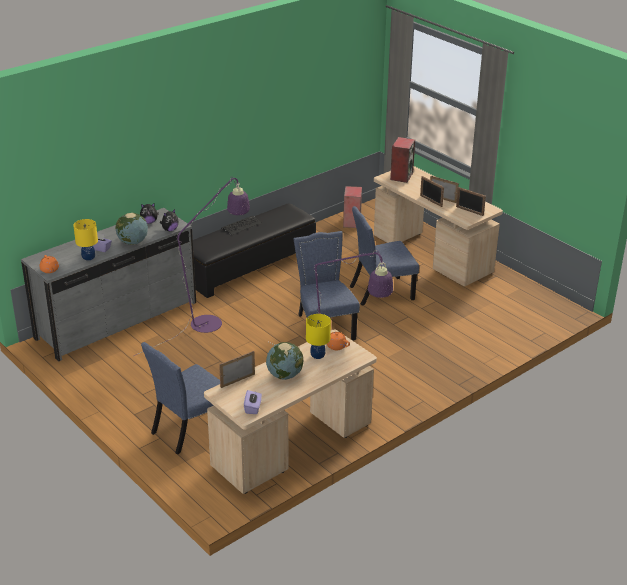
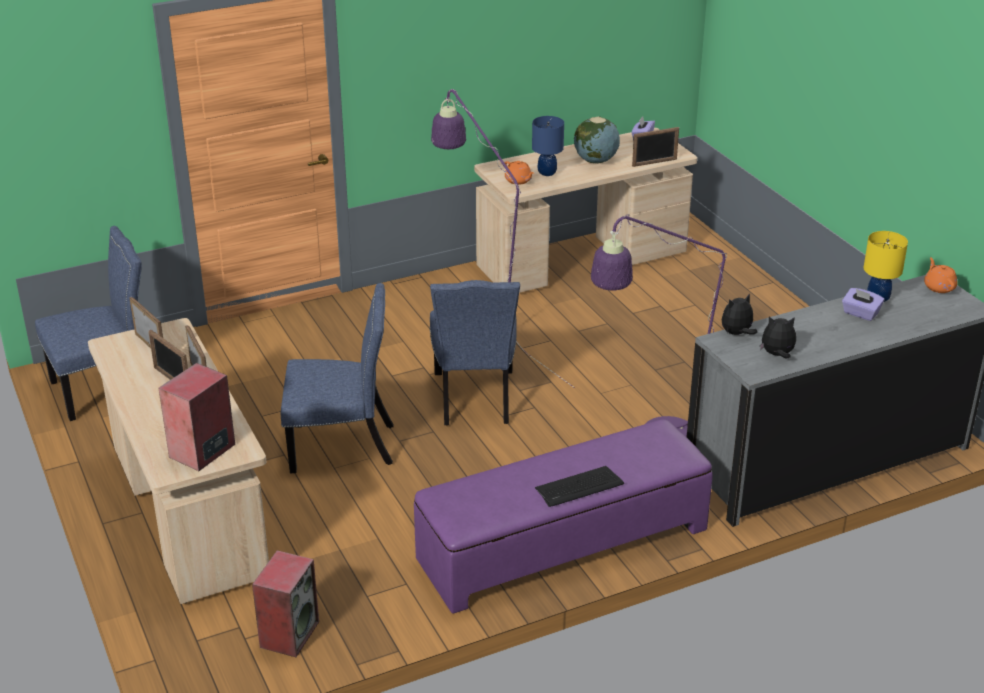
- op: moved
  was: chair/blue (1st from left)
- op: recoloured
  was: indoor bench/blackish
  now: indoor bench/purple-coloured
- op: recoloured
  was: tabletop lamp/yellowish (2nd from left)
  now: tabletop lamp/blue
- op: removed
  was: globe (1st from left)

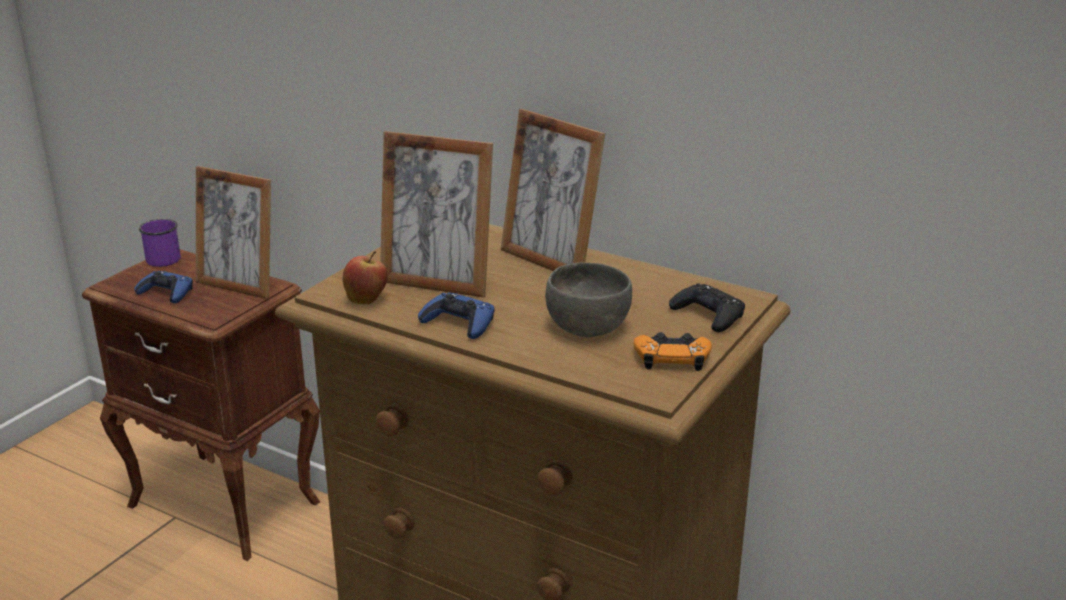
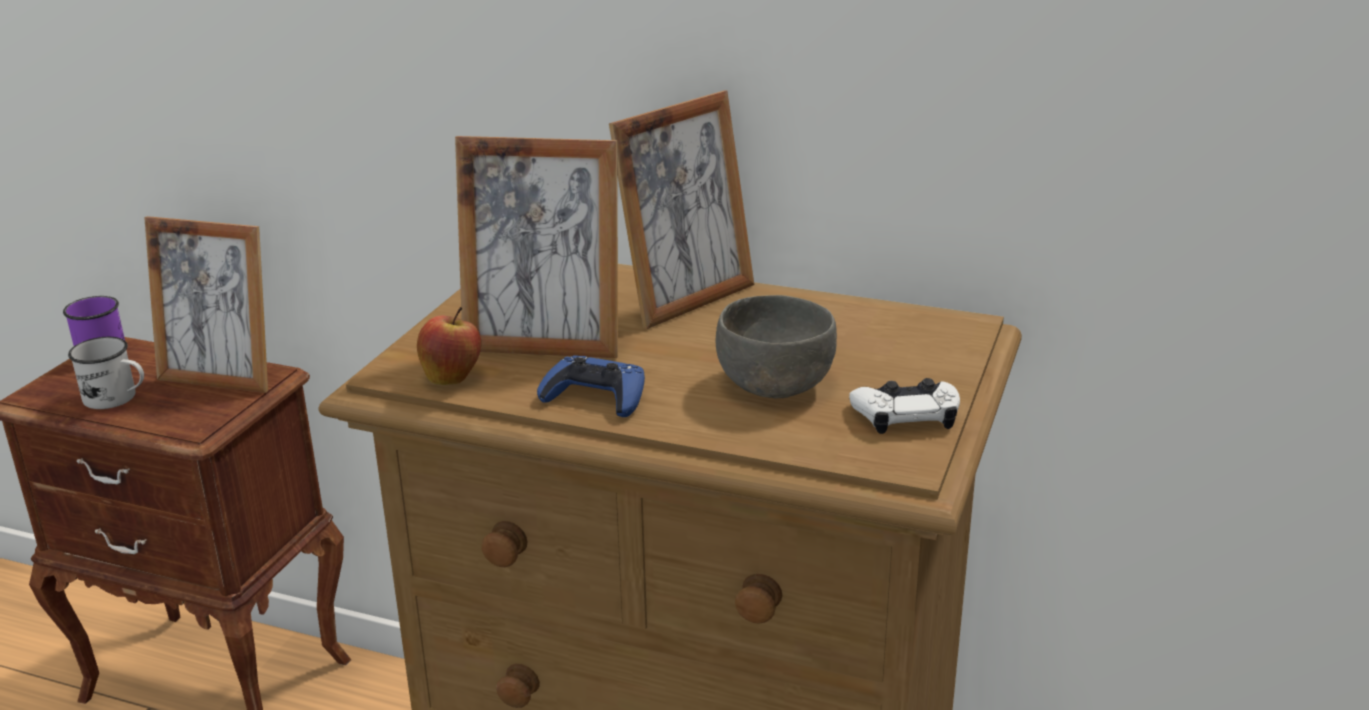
- op: replaced
  was: gamepad/blue (1st from left)
  now: coffee mug/white-coloured
- op: turned
  was: picture frame (3rd from left)
  clockwise: -75
- op: recoloured
  was: gamepad/orangey
  now: gamepad/white-coloured
- op: removed
  was: gamepad/blackish

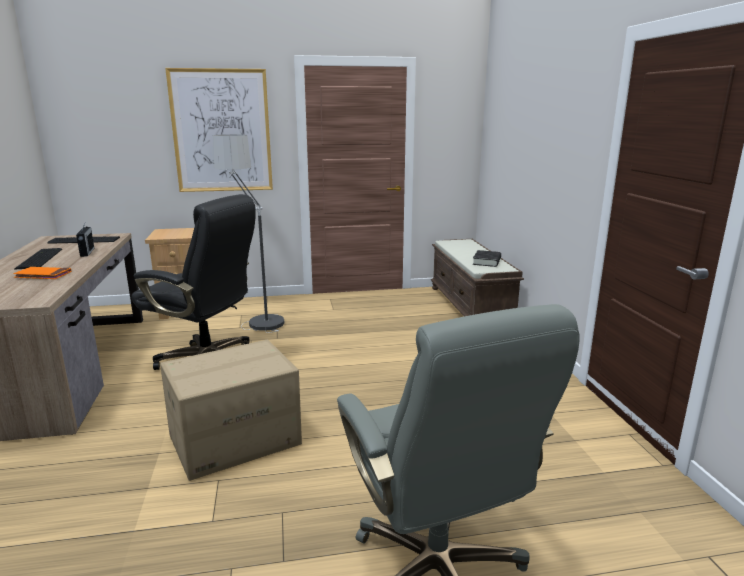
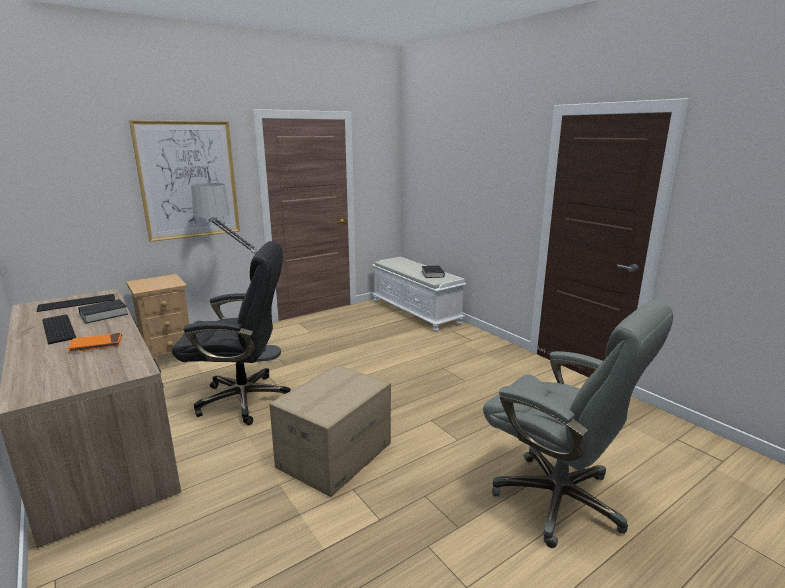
- op: replaced
  was: radio
  now: bound book/blackish (1st from left)
- op: recoloured
  was: indoor bench/brown
  now: indoor bench/white-coloured

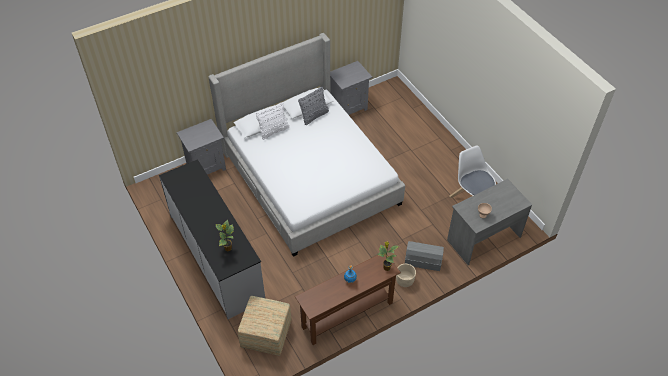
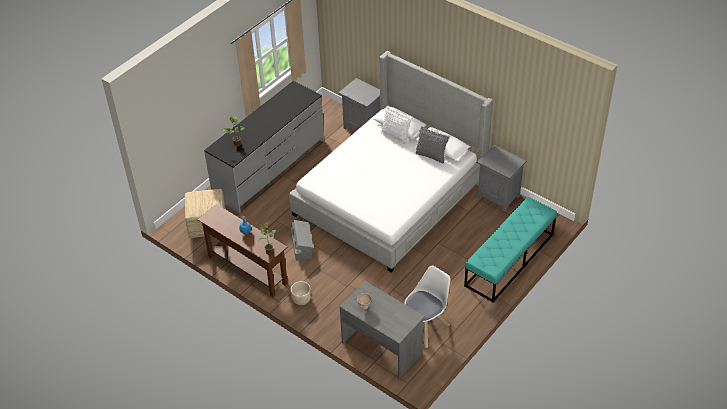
- op: moved
  was: storage bin/greyish
- op: added
  now: indoor bench/blue-green

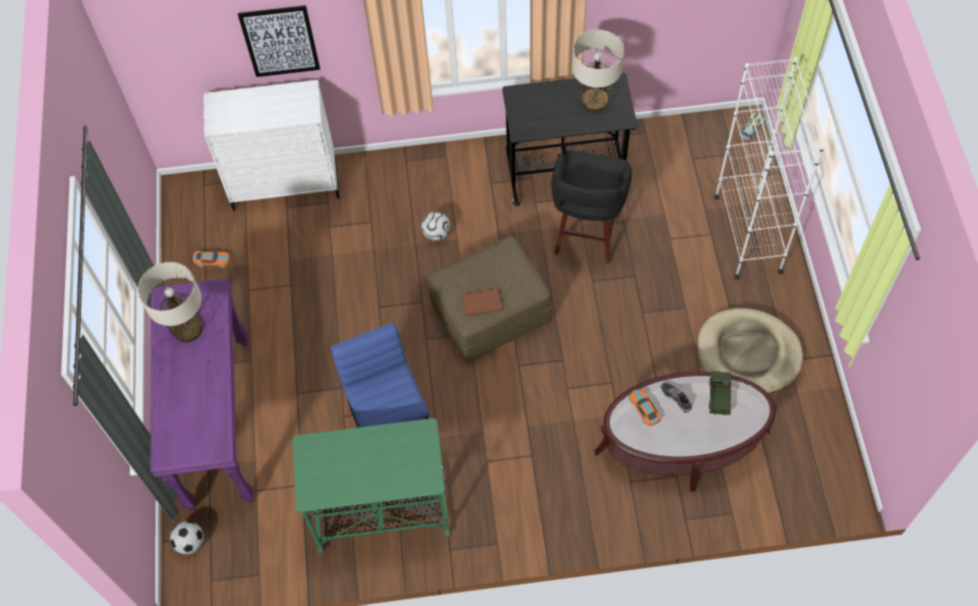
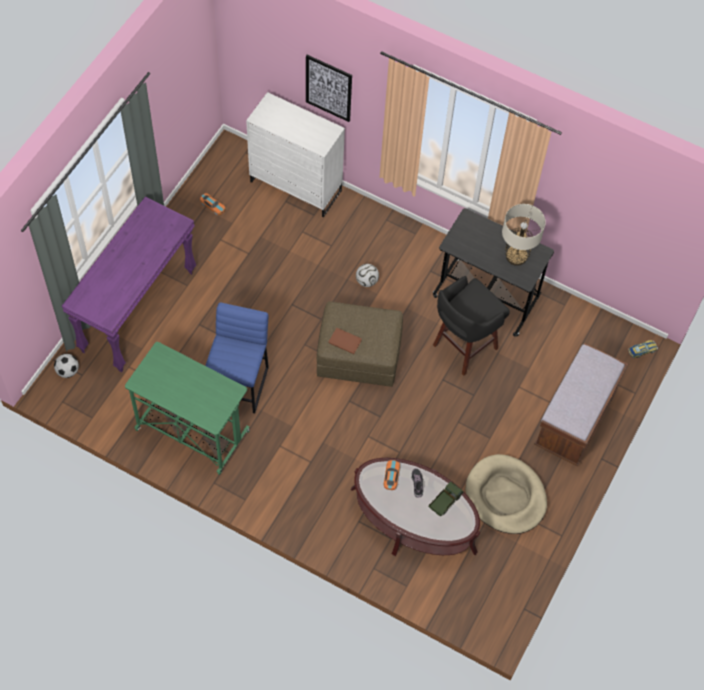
- op: replaced
  was: bookcase/white-coloured
  now: indoor bench/brown
- op: removed
  was: tabletop lamp (1st from left)

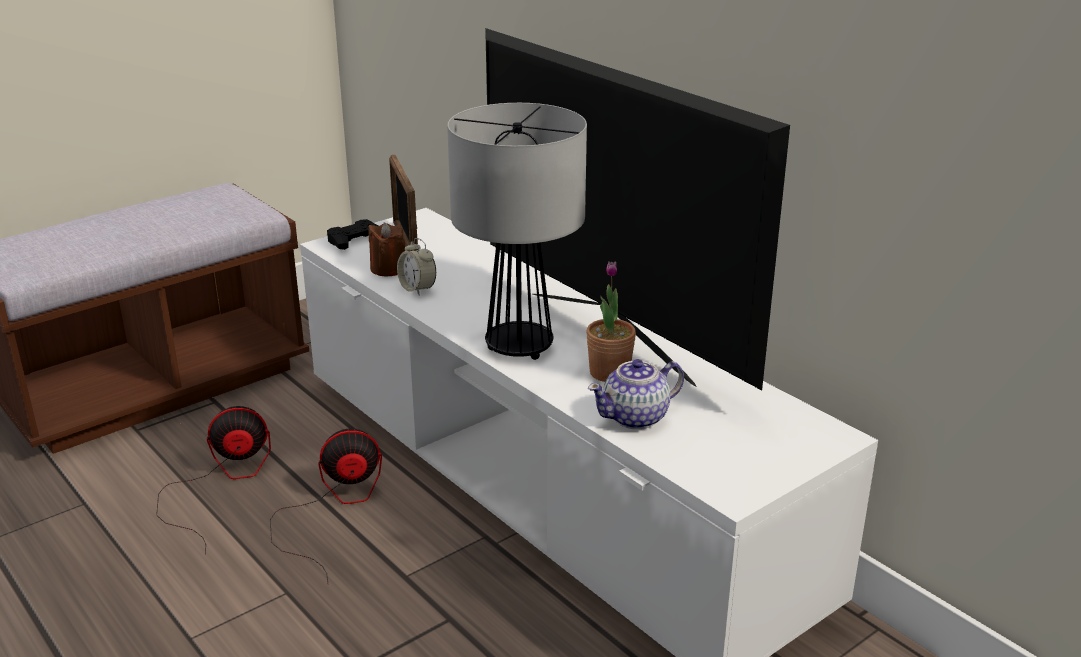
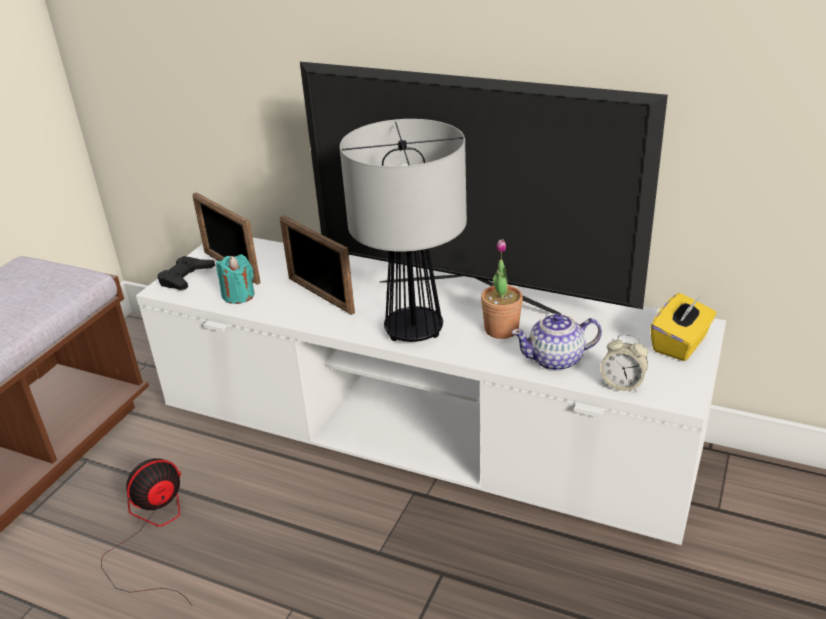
- op: recoloured
  was: wax candle/brown
  now: wax candle/blue-green
- op: added
  now: picture frame (2nd from left)
- op: turned
  was: teapot
  clockwise: 45
- op: moved
  was: alarm clock
- op: added
  now: tissue holder/yellowish
- op: removed
  was: electric fan (2nd from left)

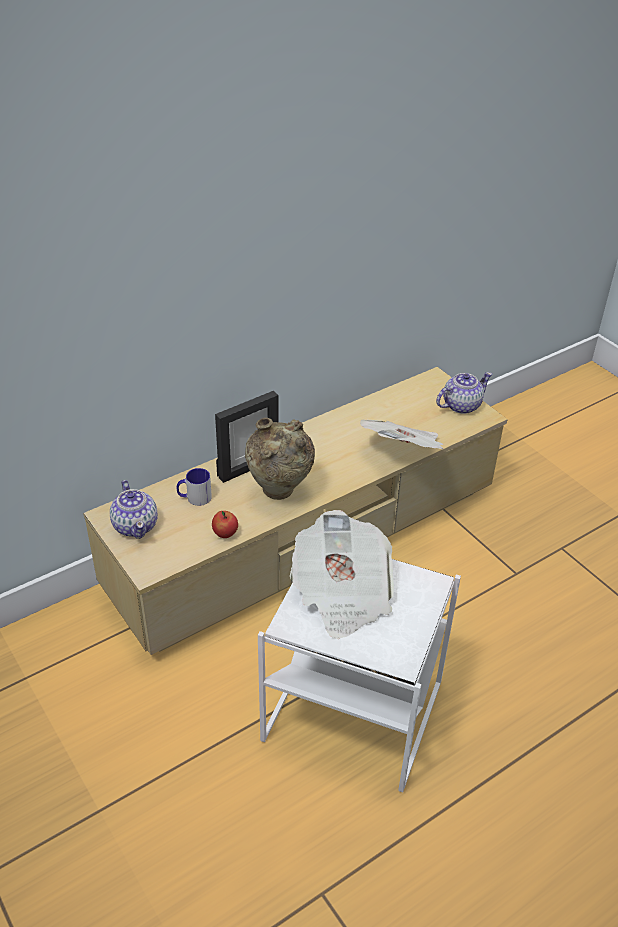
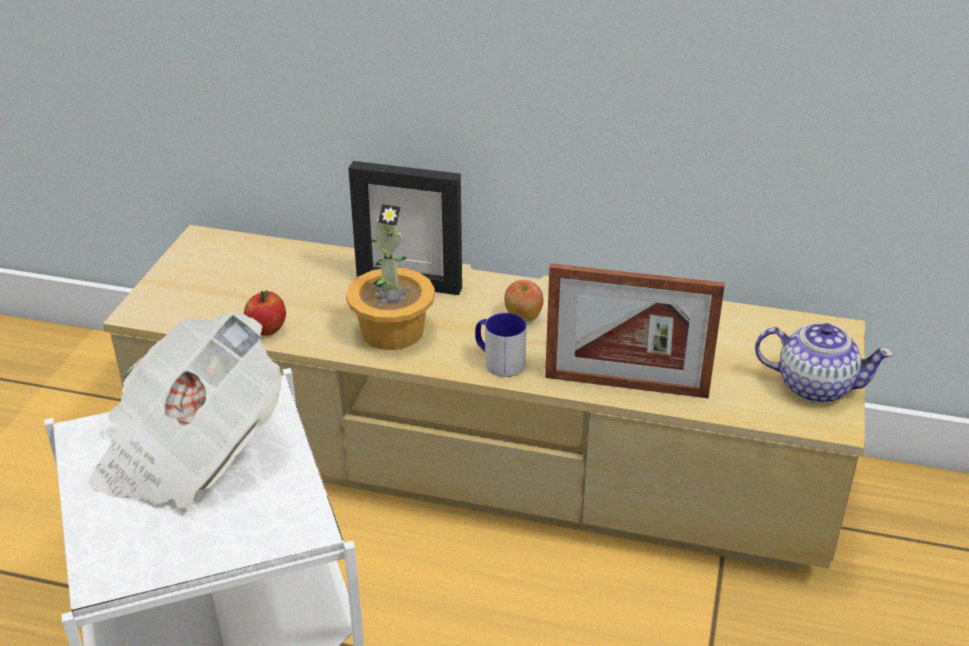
- op: replaced
  was: flower vase/sand-coloured
  now: plant in a pot
- op: moved
  was: coffee mug
- op: added
  now: apple fruit (2nd from left)
- op: replaced
  was: newspaper (2nd from left)
  now: picture frame (2nd from left)
- op: removed
  was: teapot (1st from left)

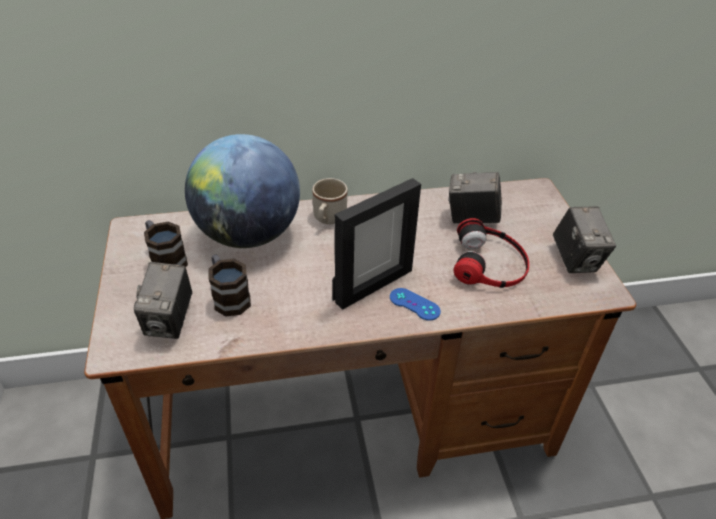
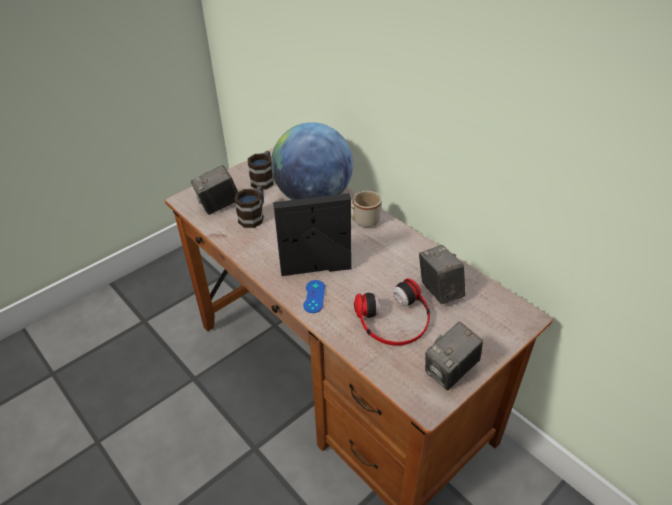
- op: turned
  was: picture frame
  clockwise: 150

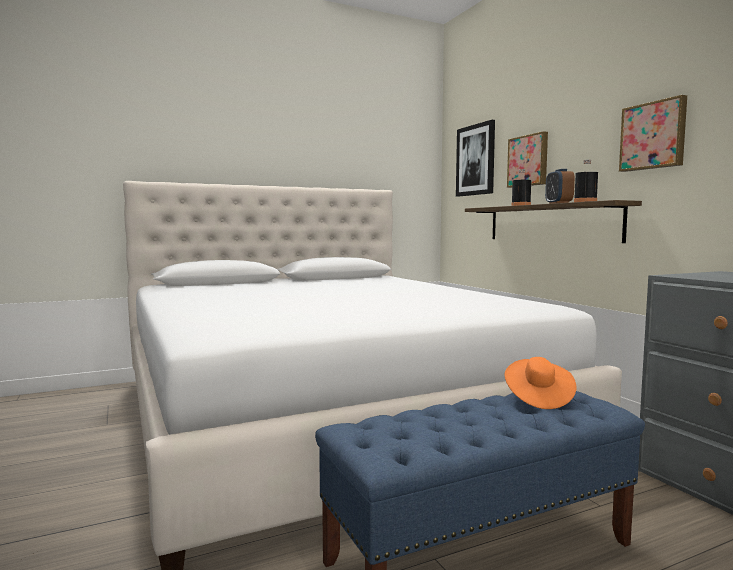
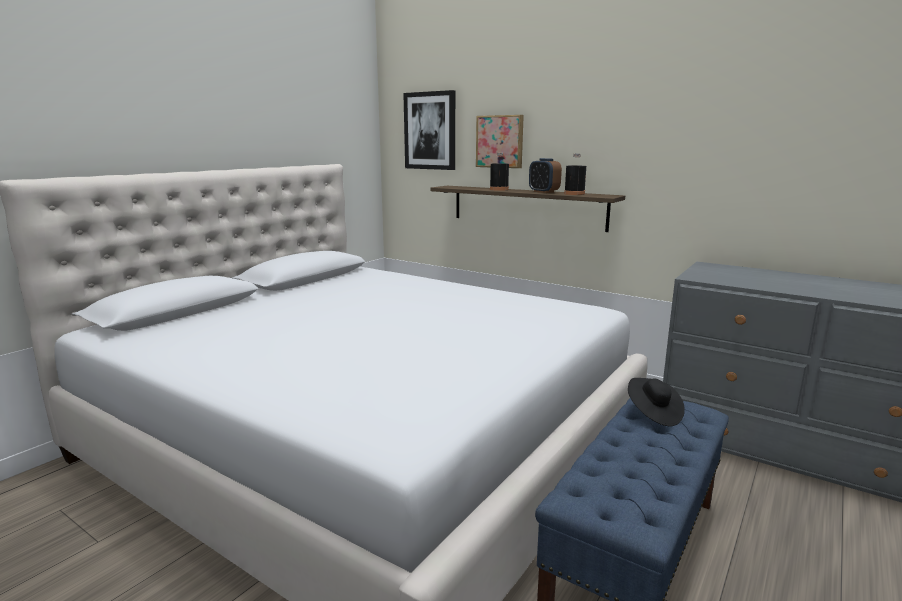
- op: recoloured
  was: clothing hat/orangey
  now: clothing hat/blackish
- op: removed
  was: wall picture (3rd from left)

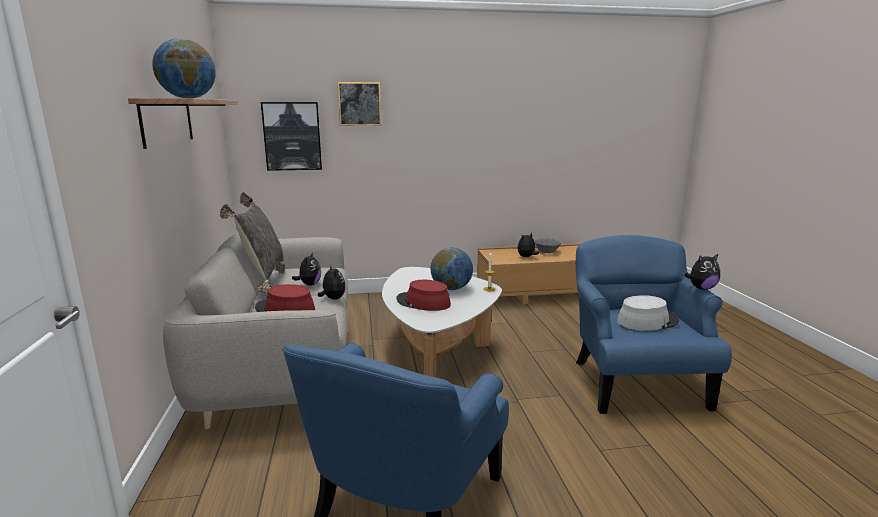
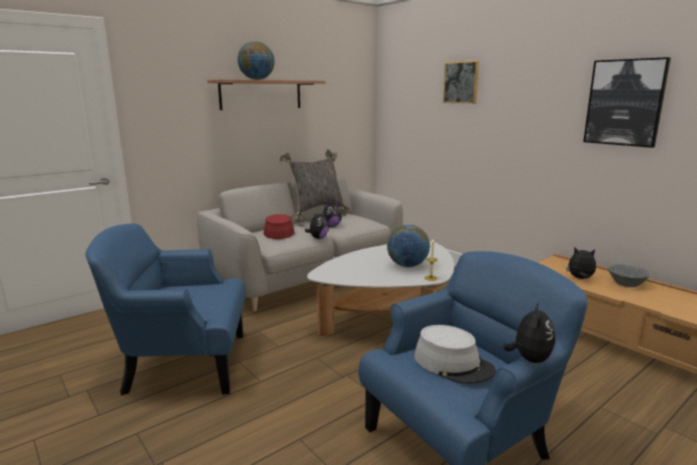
- op: turned
  was: soft toy (4th from left in the first image)
  clockwise: -120
- op: moved
  was: wall picture (1st from left in the first image)
  now: wall picture (2nd from left)
- op: removed
  was: clothing hat/reddish (2nd from left)

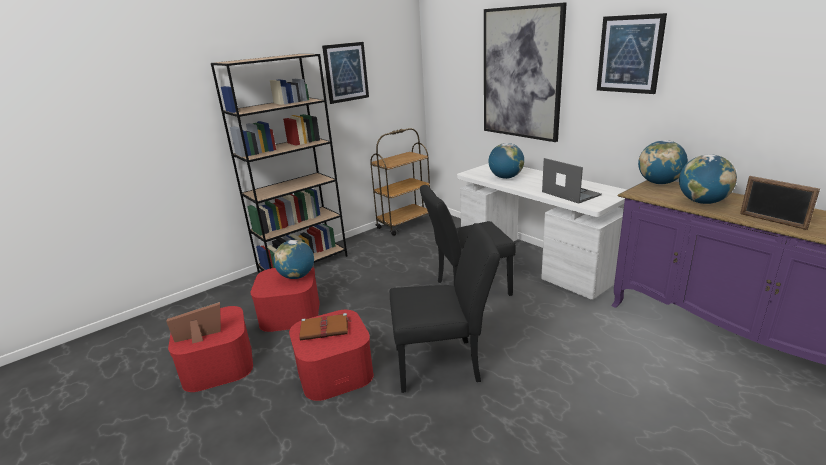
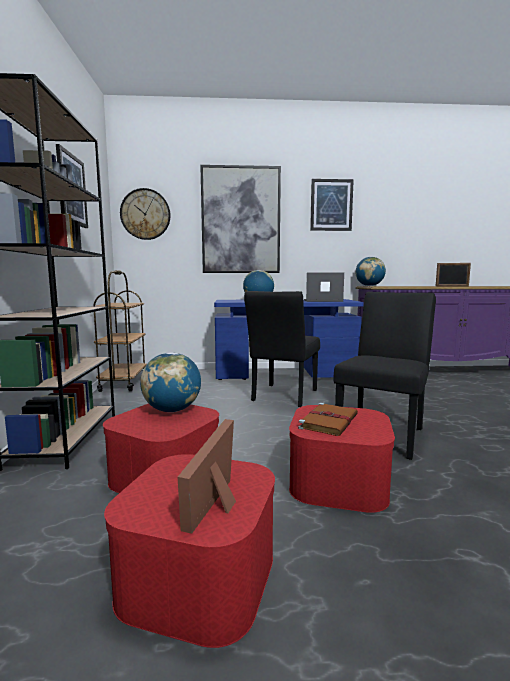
- op: added
  now: clock on the wall
- op: recoloured
  was: desk table/white-coloured
  now: desk table/blue
- op: removed
  was: globe (4th from left)

